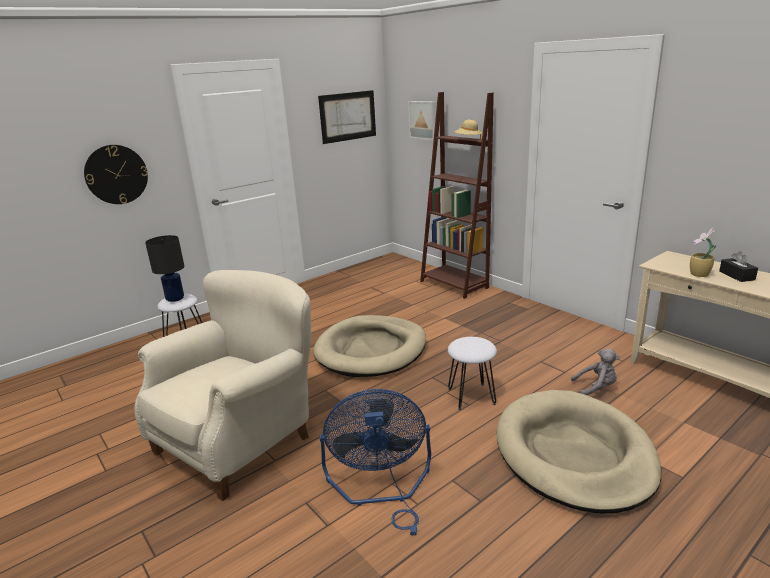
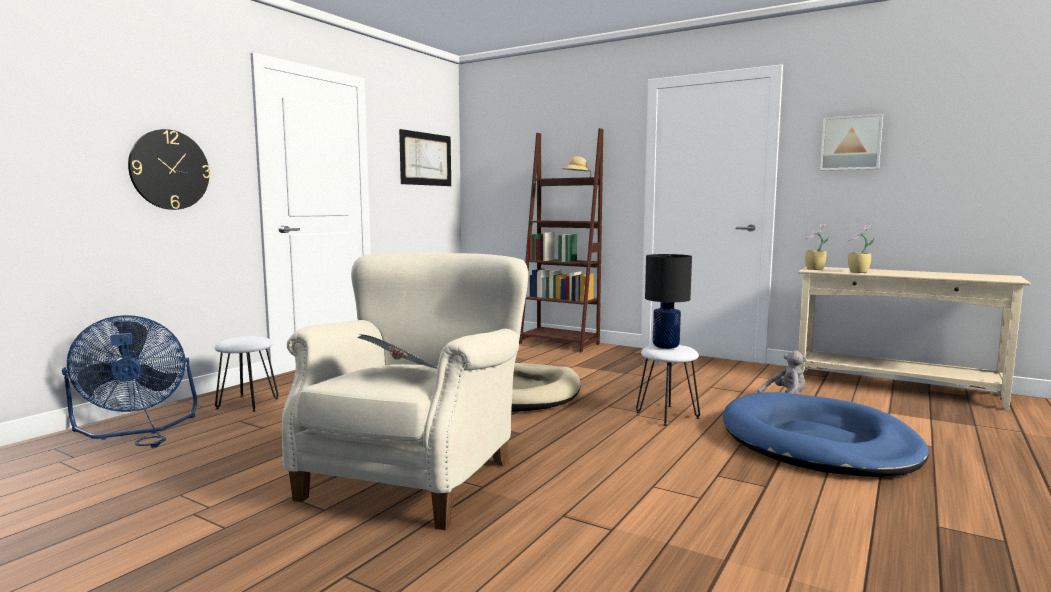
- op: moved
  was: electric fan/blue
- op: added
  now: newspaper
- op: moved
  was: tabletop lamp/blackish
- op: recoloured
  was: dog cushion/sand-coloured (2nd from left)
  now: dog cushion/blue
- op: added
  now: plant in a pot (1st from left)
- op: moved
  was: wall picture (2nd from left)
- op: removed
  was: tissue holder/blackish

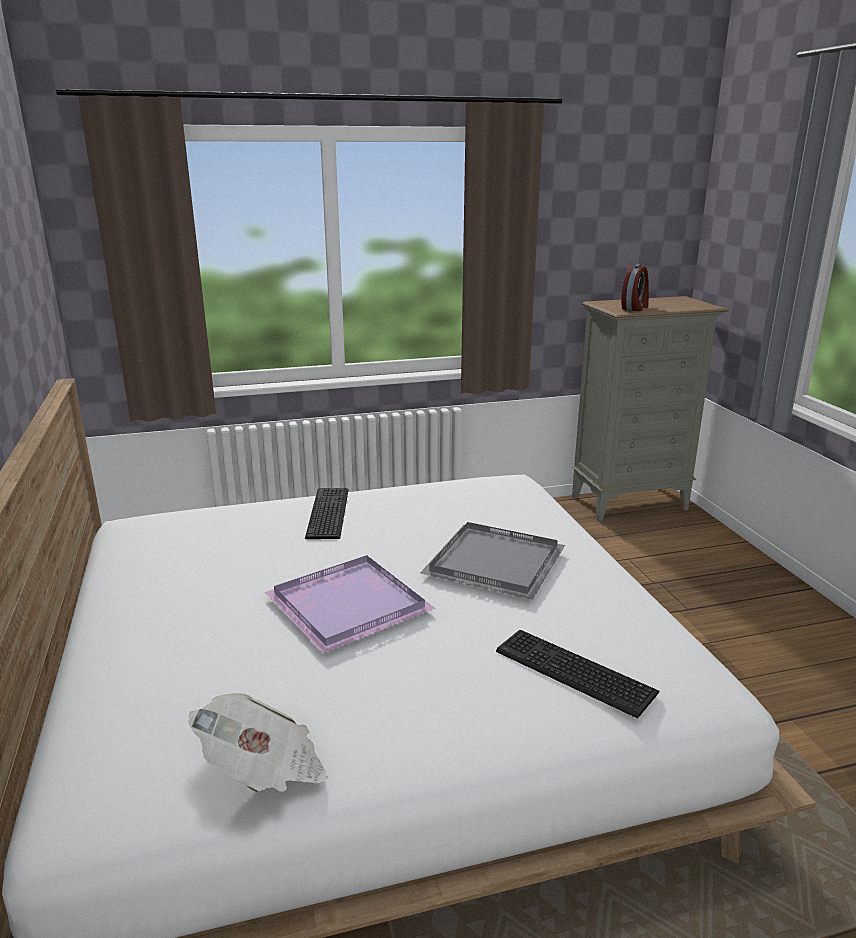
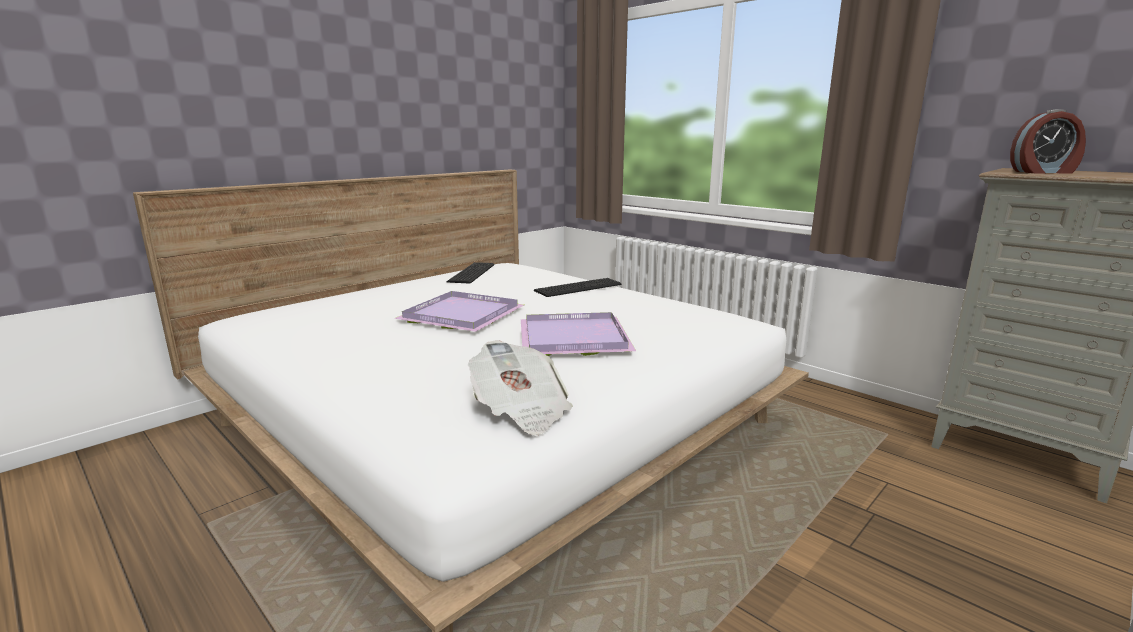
- op: moved
  was: PC keyboard (2nd from left in the first image)
  now: PC keyboard (1st from left)
- op: moved
  was: newspaper
- op: recoloured
  was: tray/greyish
  now: tray/purple-coloured (2nd from left)

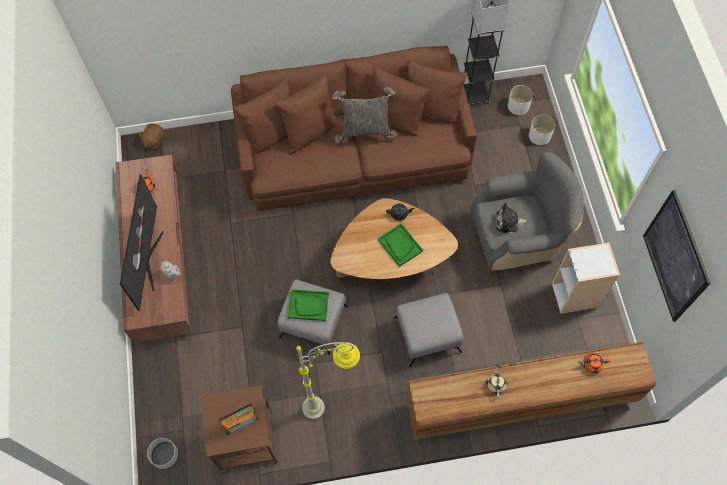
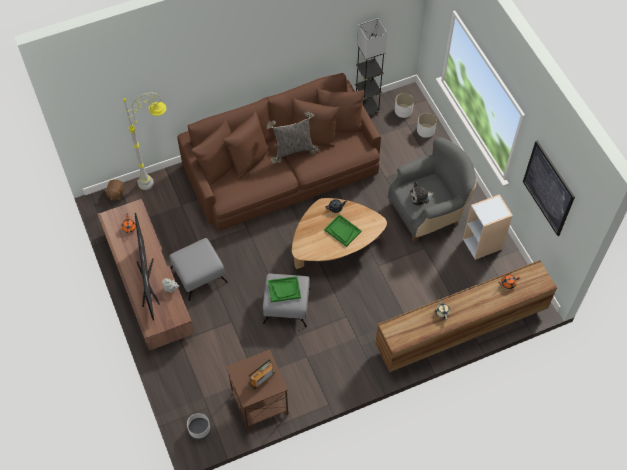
- op: moved
  was: floor lamp/greyish (1st from left)
- op: moved
  was: footrest/greyish (2nd from left in the first image)
  now: footrest/greyish (1st from left)

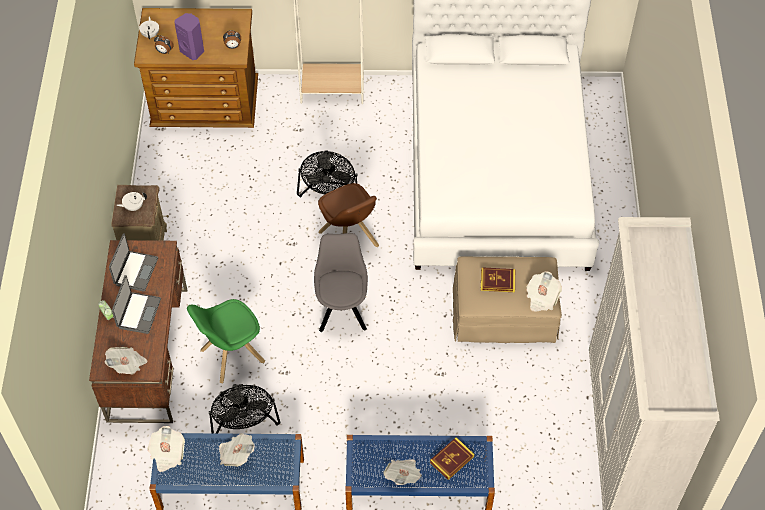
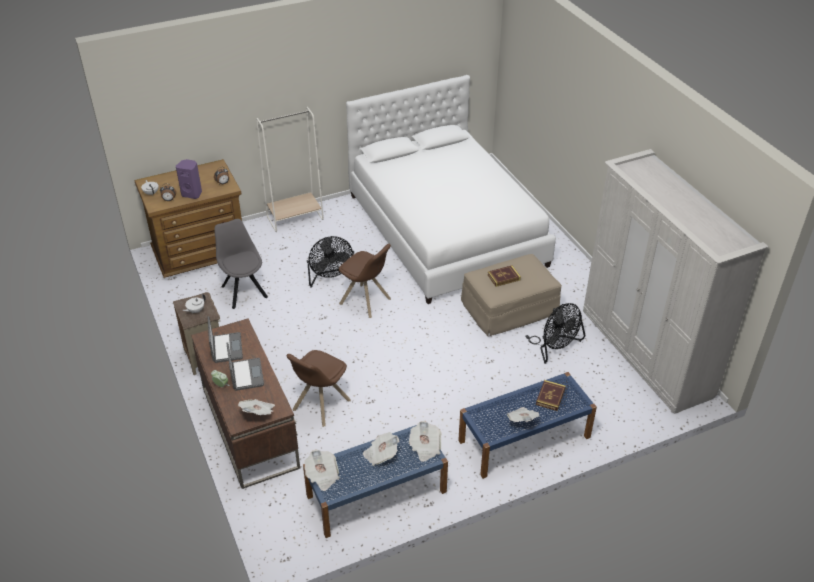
- op: moved
  was: chair/greyish
- op: recoloured
  was: chair/green
  now: chair/brown (1st from left)
- op: moved
  was: newspaper (5th from left in the first image)
  now: newspaper (4th from left)
- op: moved
  was: electric fan/blackish (1st from left in the first image)
  now: electric fan/blackish (2nd from left)

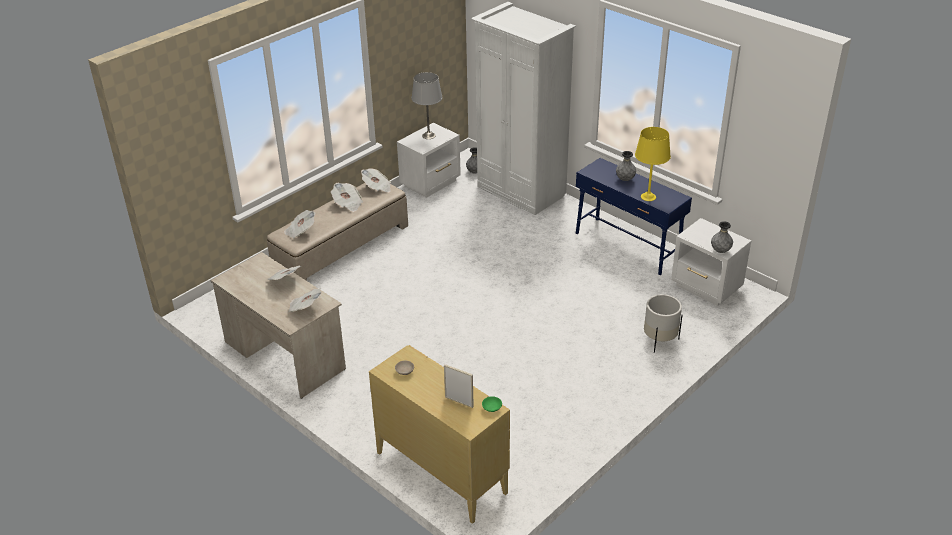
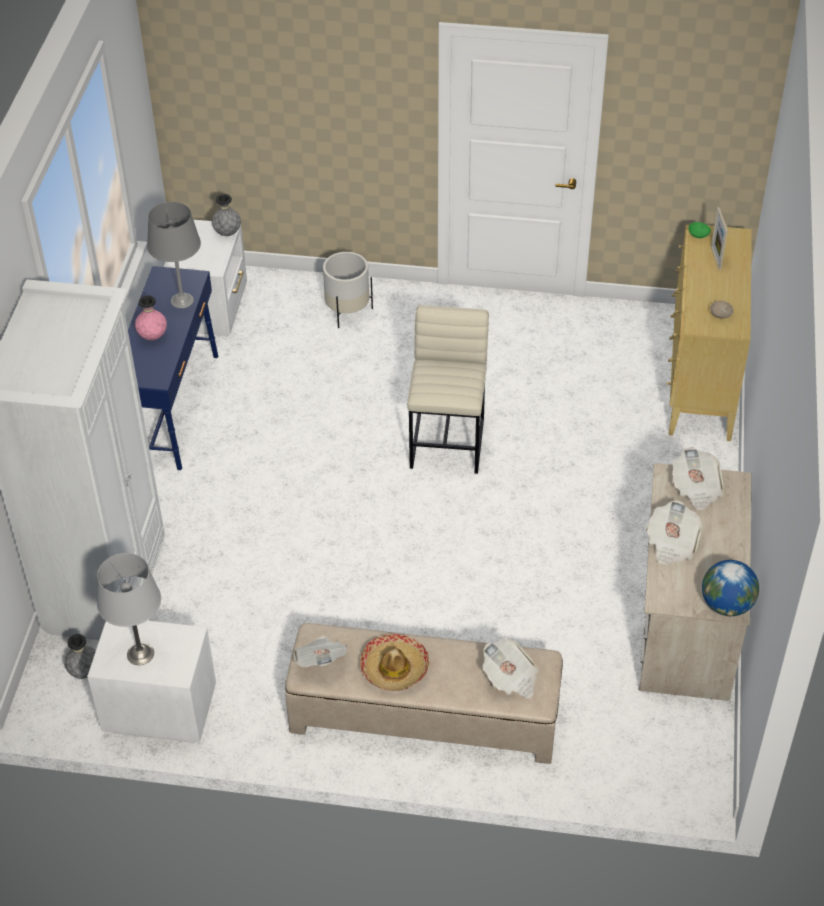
- op: recoloured
  was: flower vase/greyish (2nd from left)
  now: flower vase/pink
- op: recoloured
  was: tabletop lamp/yellowish
  now: tabletop lamp/greyish (2nd from left)
- op: replaced
  was: newspaper (4th from left)
  now: clothing hat
- op: added
  now: chair/sand-coloured
- op: added
  now: globe

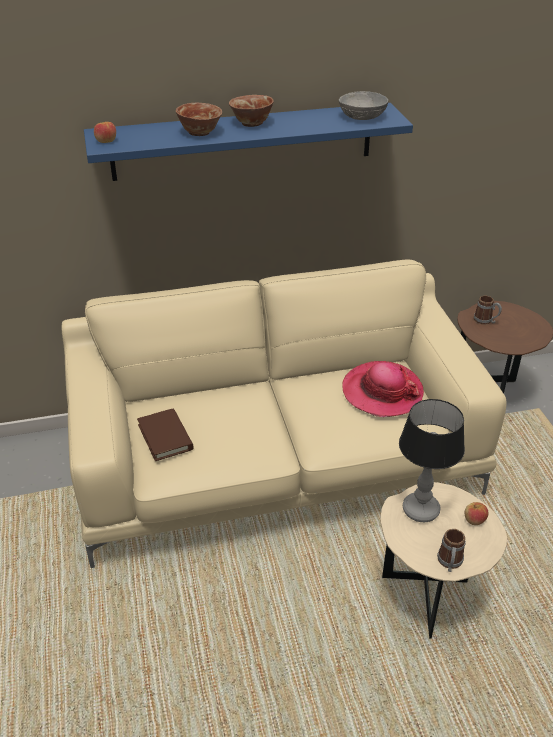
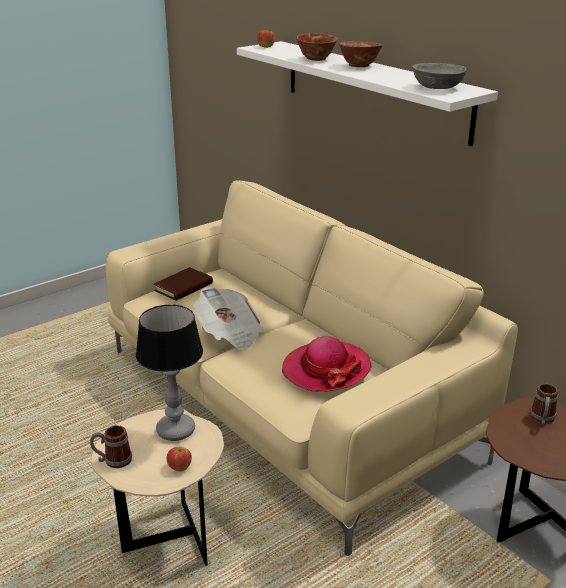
- op: added
  now: newspaper
- op: recoloured
  was: shelf/blue
  now: shelf/white-coloured

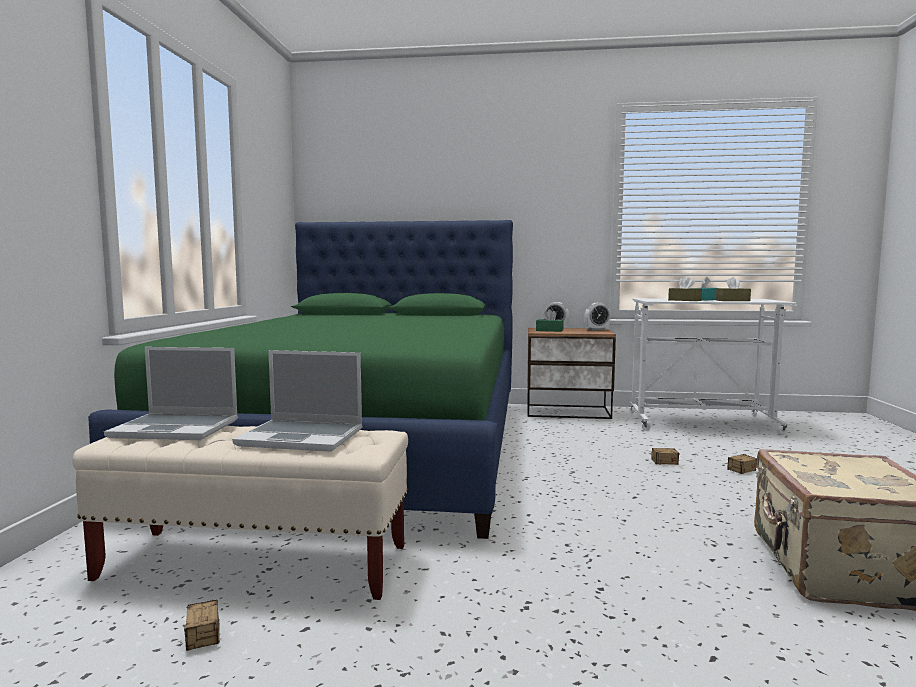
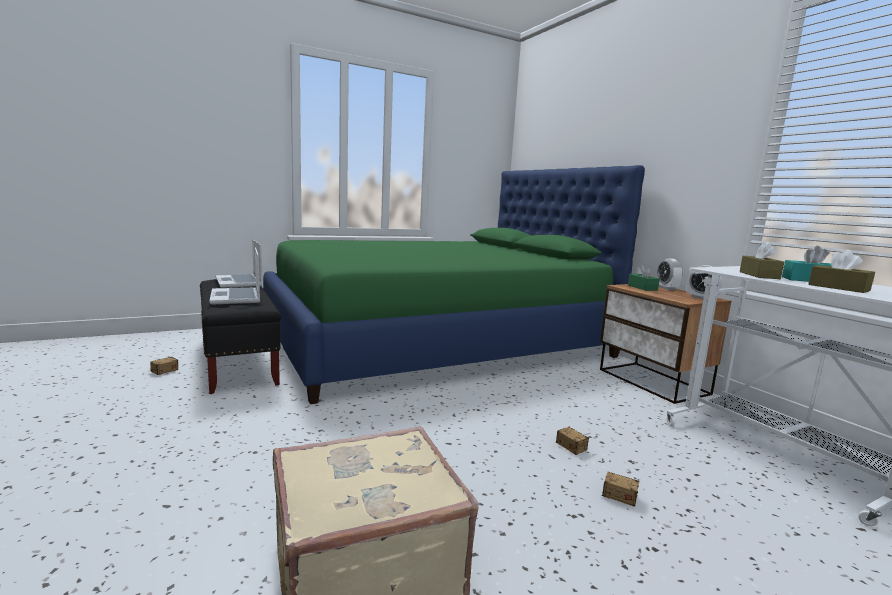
- op: recoloured
  was: indoor bench/sand-coloured
  now: indoor bench/blackish

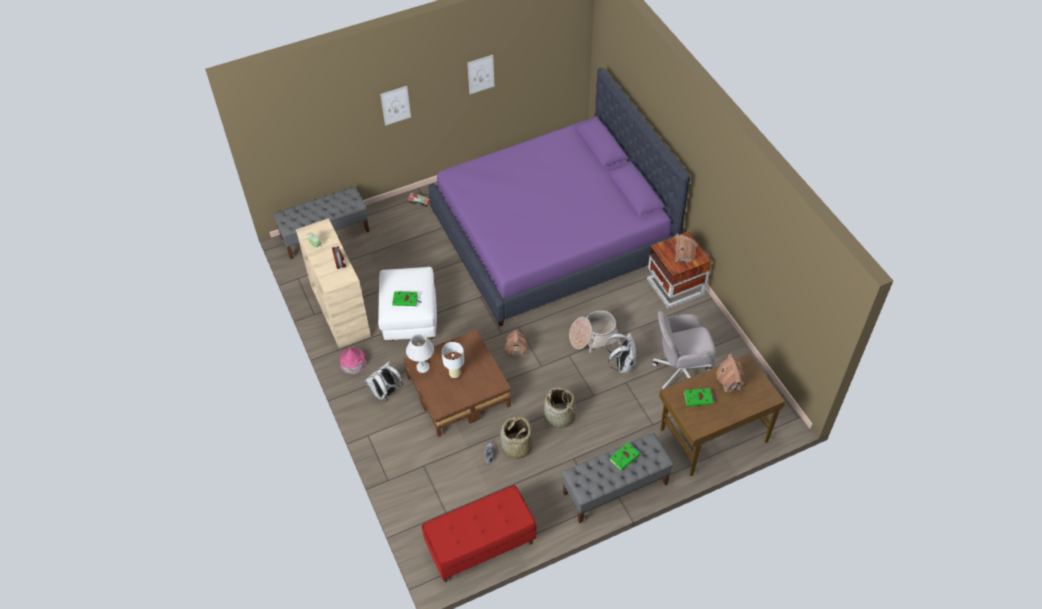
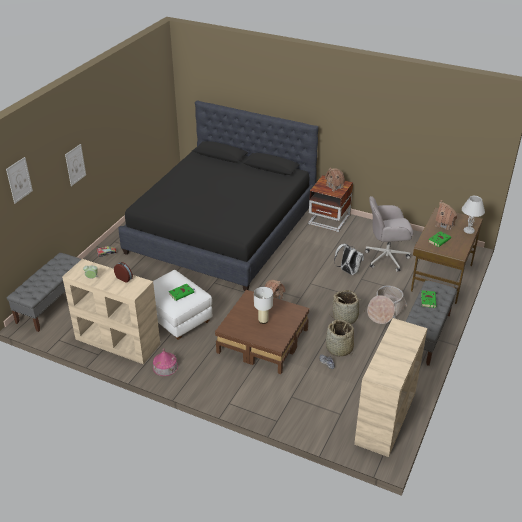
- op: moved
  was: wall picture (2nd from left in the first image)
  now: wall picture (1st from left)
- op: recoloured
  was: bed/purple-coloured
  now: bed/blackish
- op: replaced
  was: indoor bench/reddish
  now: bookcase/sand-coloured (2nd from left)
- op: turned
  was: computer chair/greyish
  clockwise: 45
- op: moved
  was: household basket (3rd from left)
- op: moved
  was: tabletop lamp/white-coloured (1st from left in the first image)
  now: tabletop lamp/white-coloured (2nd from left)
- op: removed
  was: knapsack/white-coloured (1st from left)

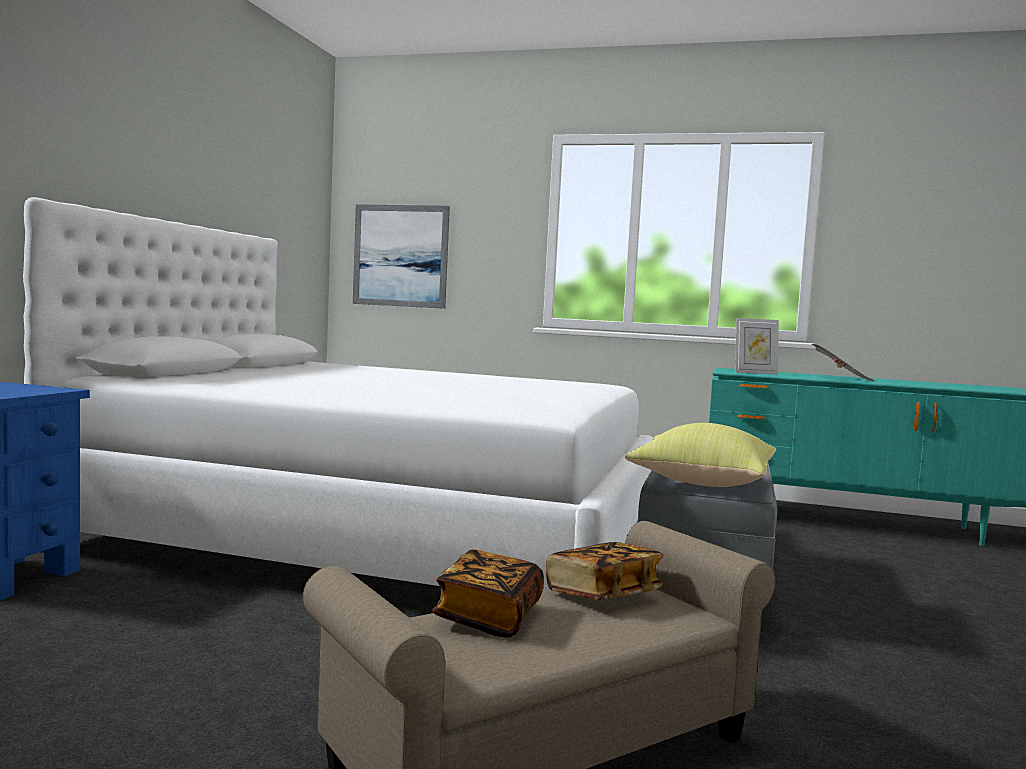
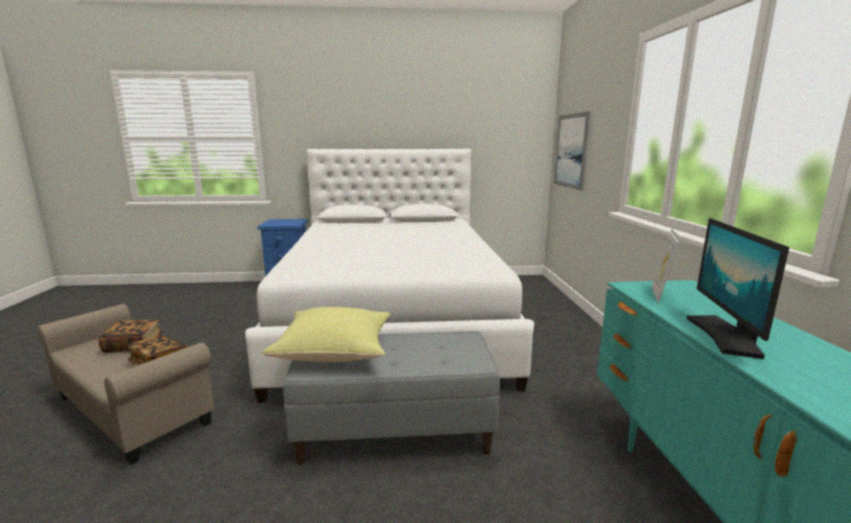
- op: turned
  was: picture frame
  clockwise: 45
- op: replaced
  was: newspaper
  now: monitor

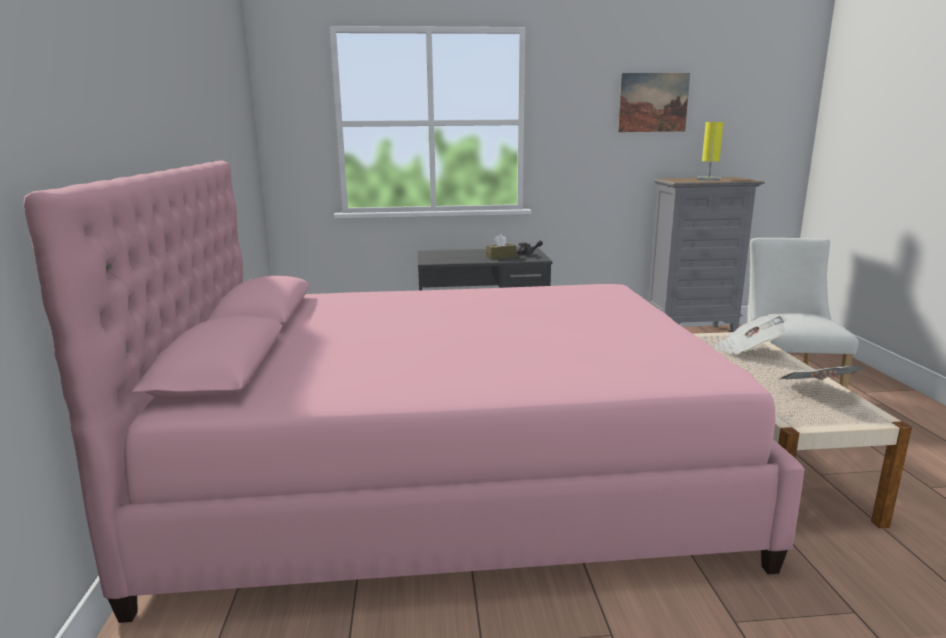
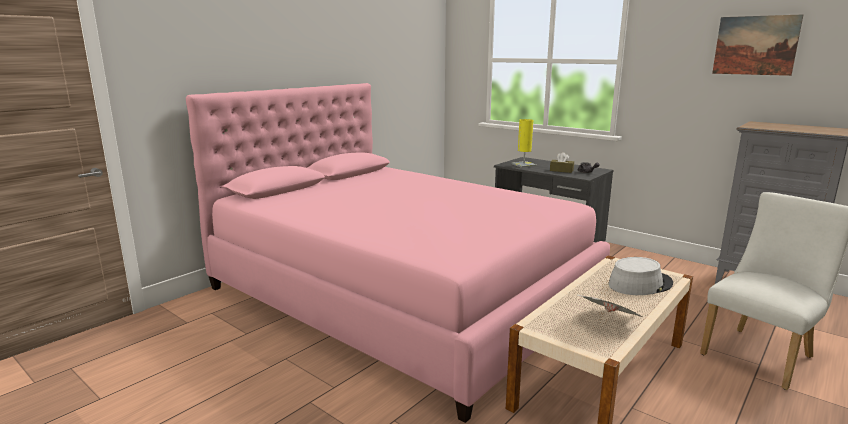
- op: moved
  was: tabletop lamp/yellowish
- op: replaced
  was: newspaper (1st from left)
  now: clothing hat/greyish

